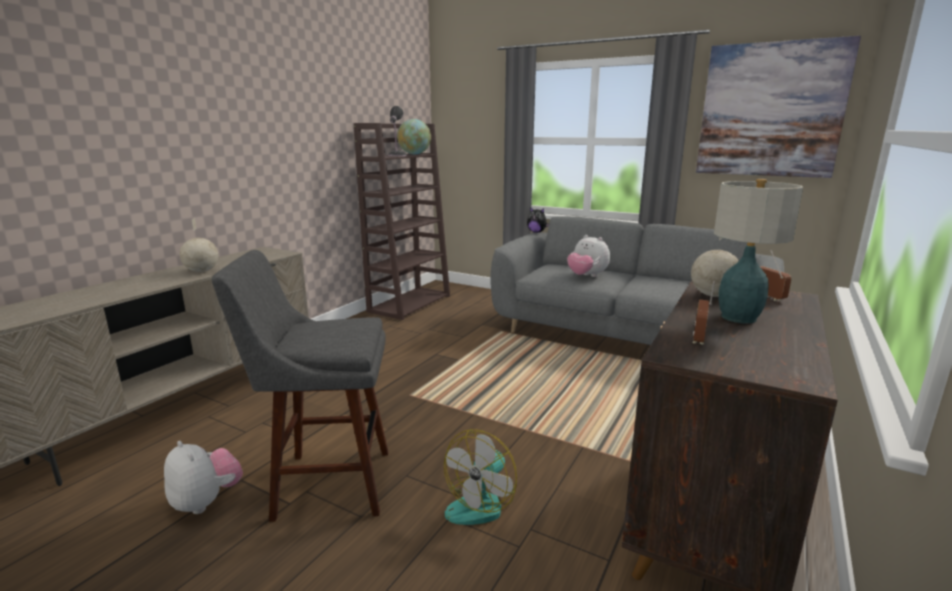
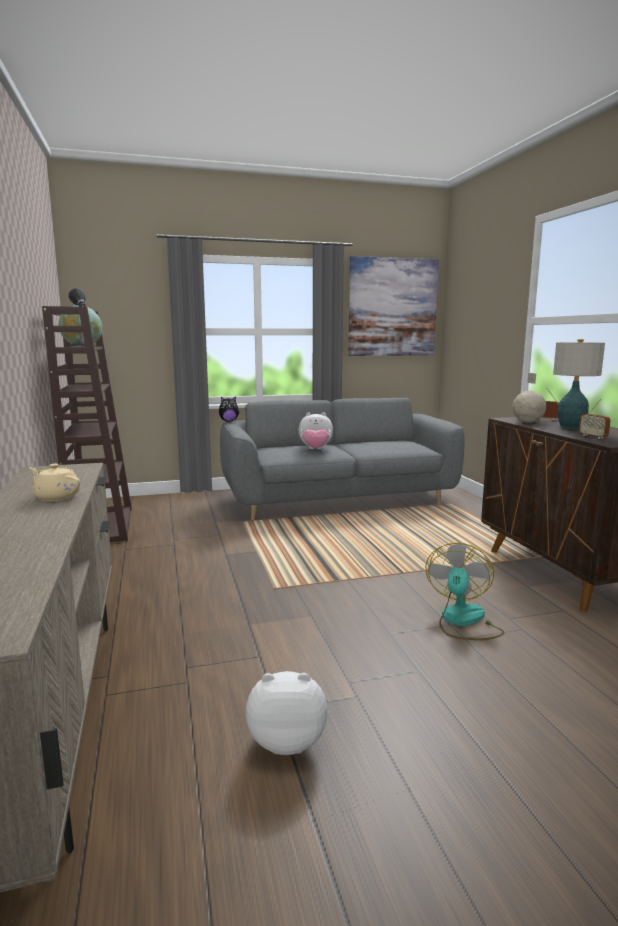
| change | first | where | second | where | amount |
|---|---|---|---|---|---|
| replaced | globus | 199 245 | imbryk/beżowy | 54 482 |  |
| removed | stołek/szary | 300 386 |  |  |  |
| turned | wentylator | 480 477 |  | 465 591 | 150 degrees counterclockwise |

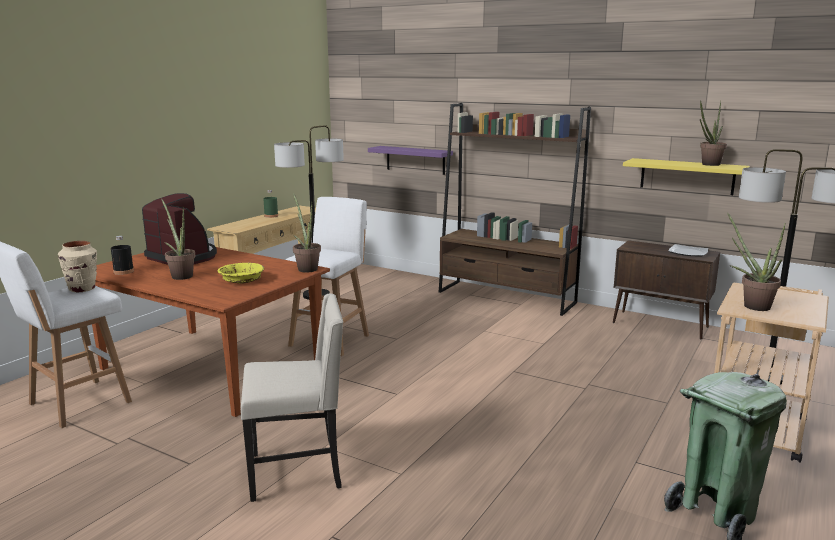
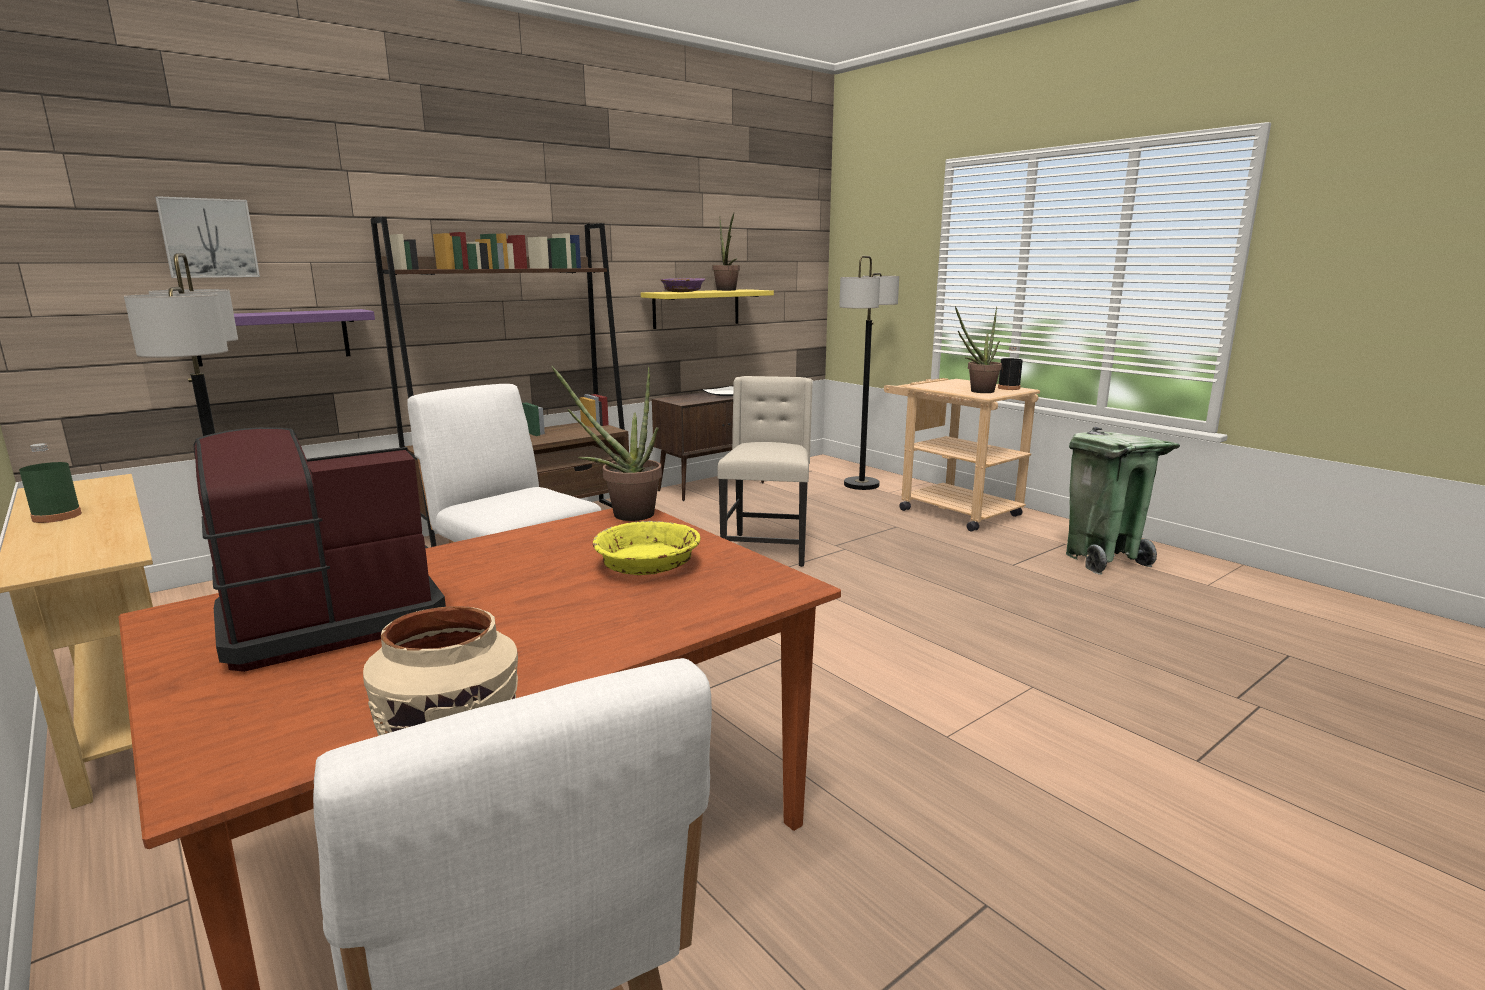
| change | first | where | second | where | amount |
|---|---|---|---|---|---|
| removed | roślina doniczkowa | 178 239 |  |  |  |
| moved | butelka/czarny | 122 255 |  | 1010 368 |  |
| moved | krzesło/beżowy | 292 398 |  | 765 471 |  |
| added |  |  | obraz | 207 237 |  |
| added |  |  | miska/fioletowy | 683 285 |  |

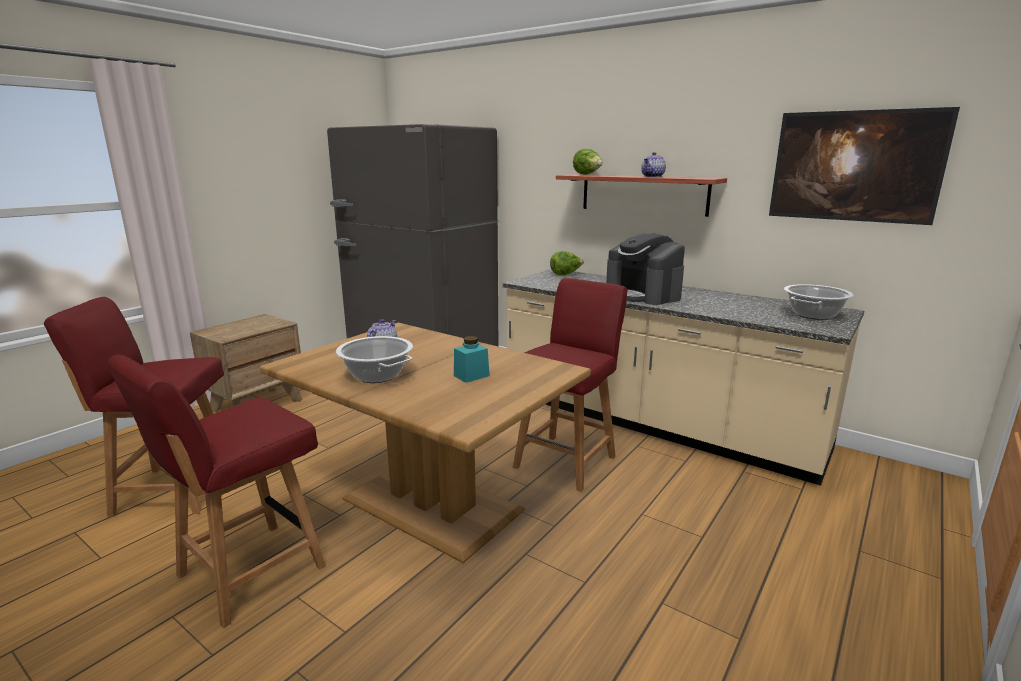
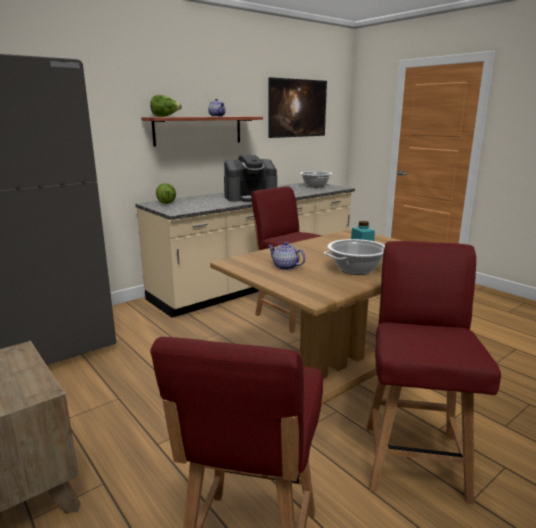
| change | first | where | second | where | amount |
|---|---|---|---|---|---|
| turned | krzesło/czerwony | 216 491 |  | 433 373 | 135 degrees counterclockwise |

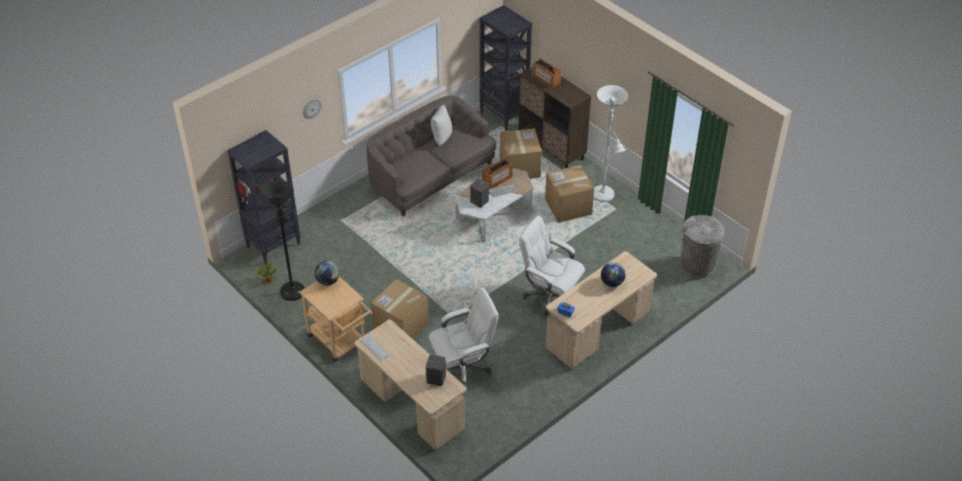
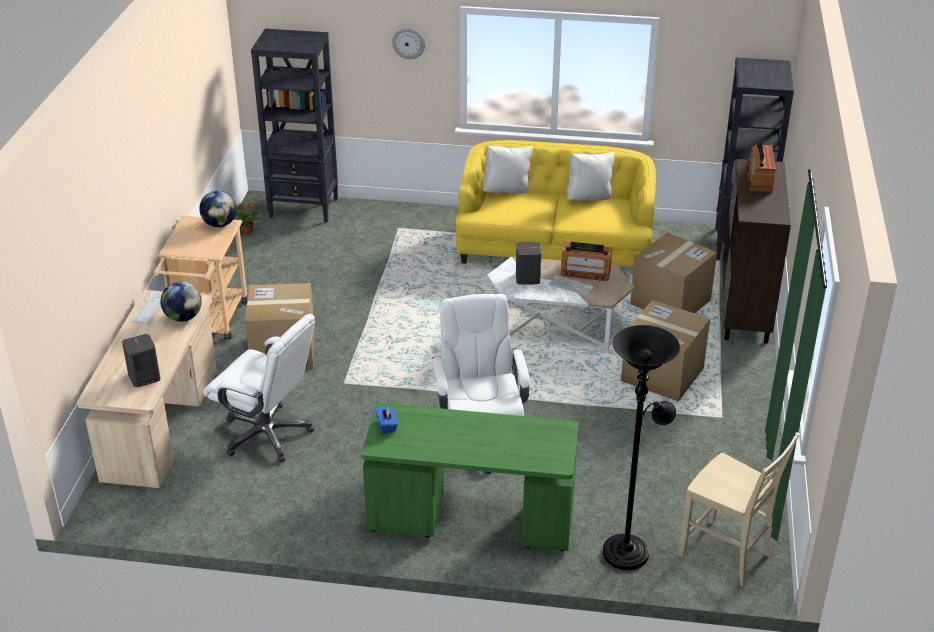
| change | first | where | second | where | amount |
|---|---|---|---|---|---|
| removed | lampa stojąca/biały | 611 143 |  |  |  |
| recoloured | kanapa/szary | 431 156 | kanapa/żółty | 555 203 |  |
| moved | lampa stojąca/czarny | 282 240 |  | 641 447 |  |
| replaced | kosz na śmieci/szary | 702 247 | krzesło/beżowy | 738 509 |  |
| recoloured | biurko/beżowy | 601 310 | biurko/zielony | 470 477 |  |
| moved | globus | 613 274 |  | 181 302 |  |
| added |  |  | poduszka/biały | 508 169 |  |

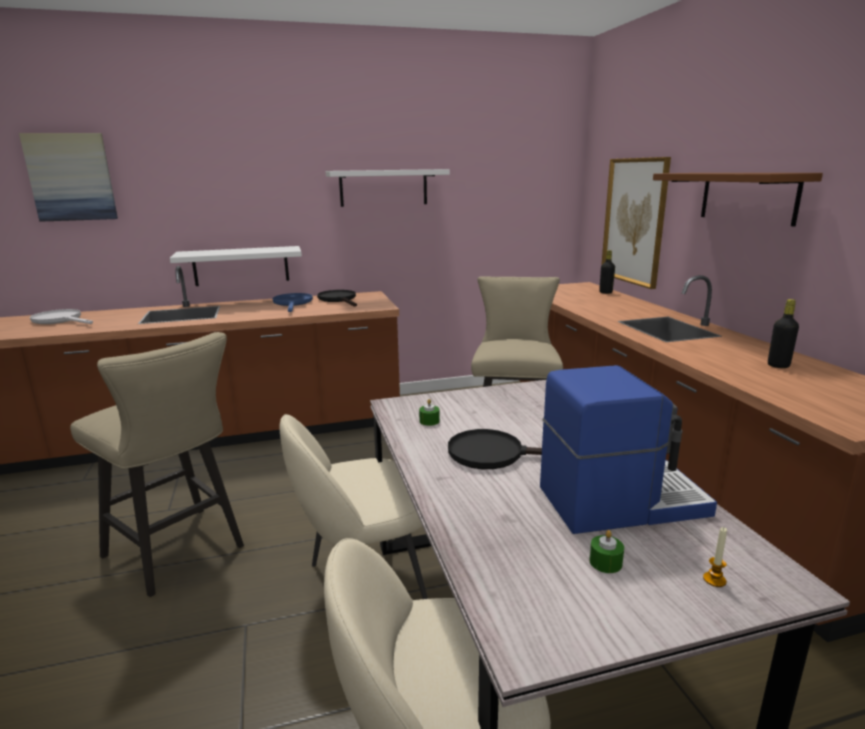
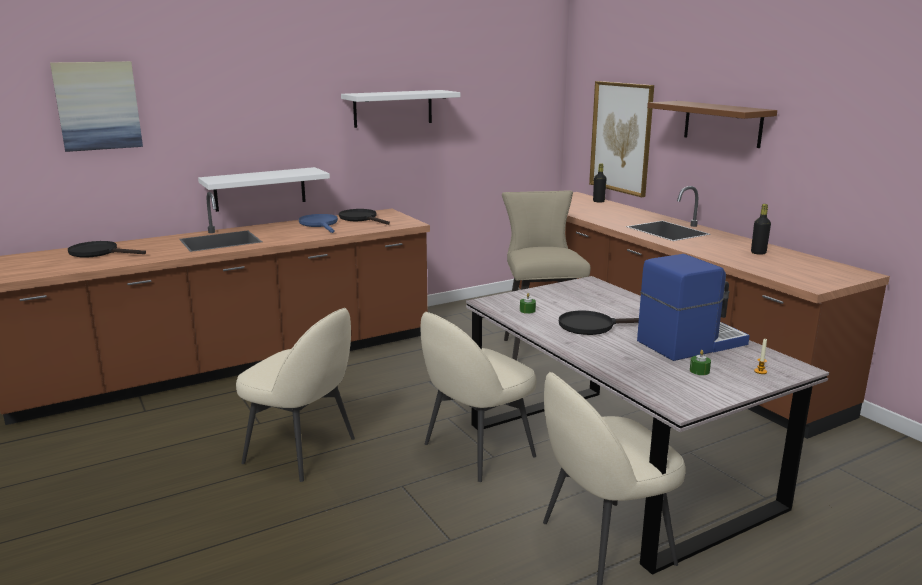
| change | first | where | second | where | amount |
|---|---|---|---|---|---|
| recoloured | patelnia/biały | 61 316 | patelnia/czarny | 107 249 |  |
| replaced | stołek/beżowy | 157 464 | krzesło/beżowy | 295 395 |  |

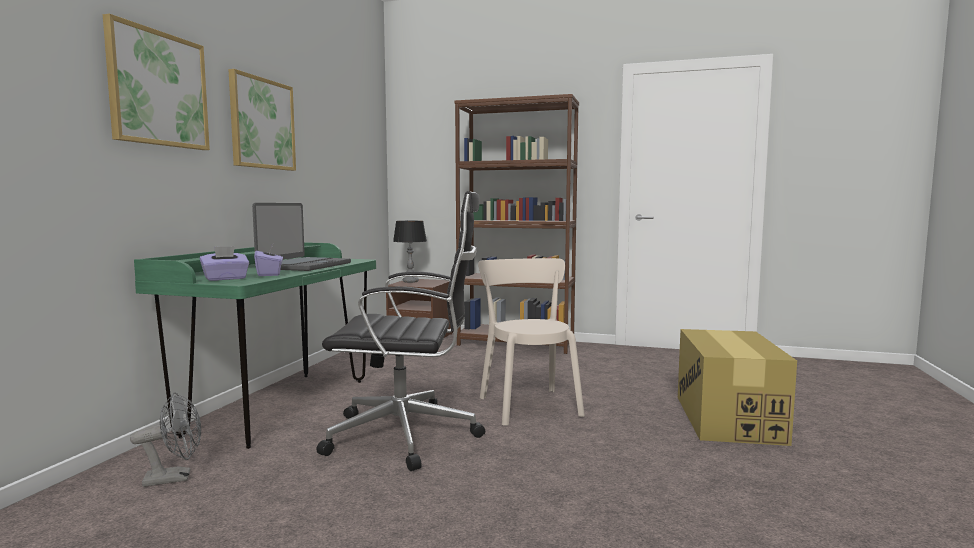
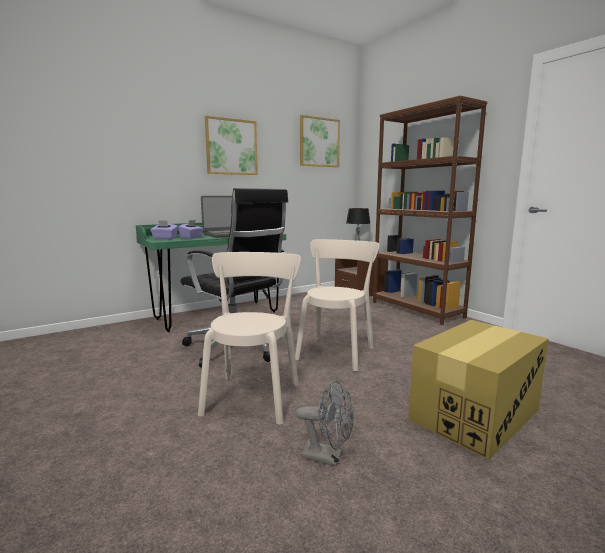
| change | first | where | second | where | amount |
|---|---|---|---|---|---|
| moved | obraz | 156 82 |  | 320 141 |  |
| moved | wentylator/szary | 165 439 |  | 325 423 |  |
| added |  |  | krzesło/beżowy | 249 338 |  |

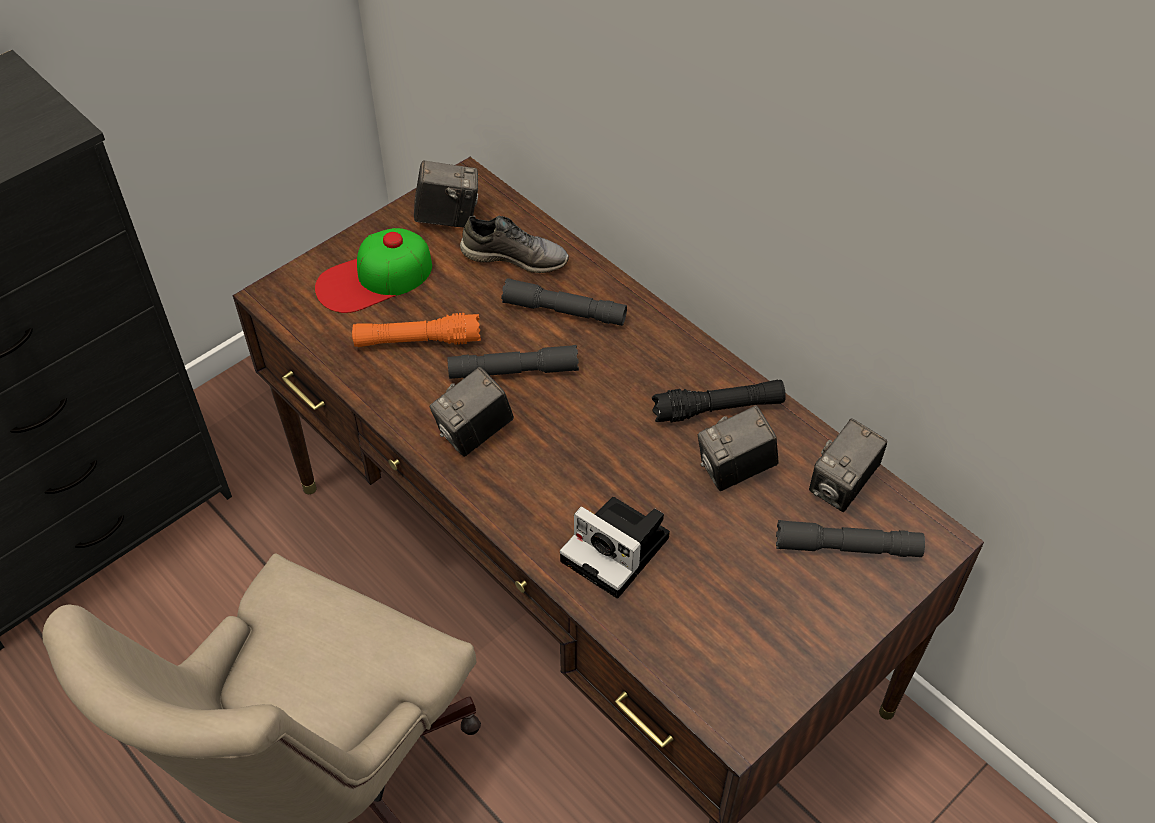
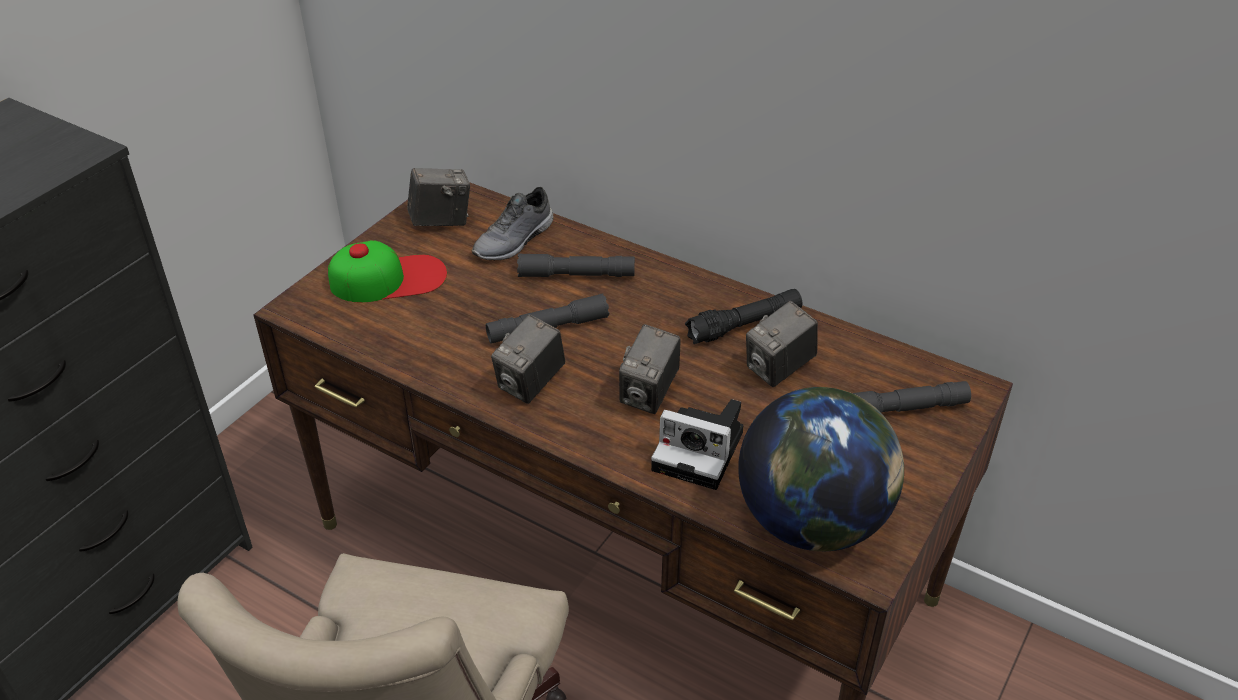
| change | first | where | second | where | amount |
|---|---|---|---|---|---|
| turned | but/szary | 514 244 |  | 513 223 | 135 degrees clockwise |
| turned | czapka z daszkiem | 373 270 |  | 387 271 | 150 degrees counterclockwise |
| removed | latarka/pomarańczowy | 416 330 |  |  |  |
| moved | aparat fotograficzny | 848 465 |  | 649 369 |  |
| added |  |  | globus | 821 469 |  |

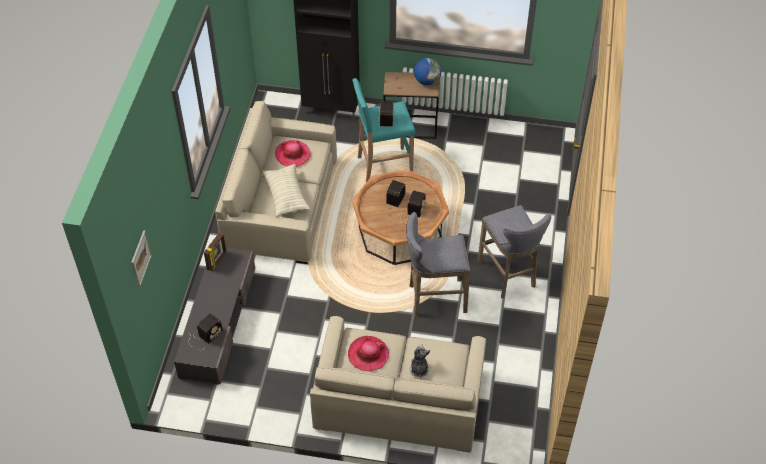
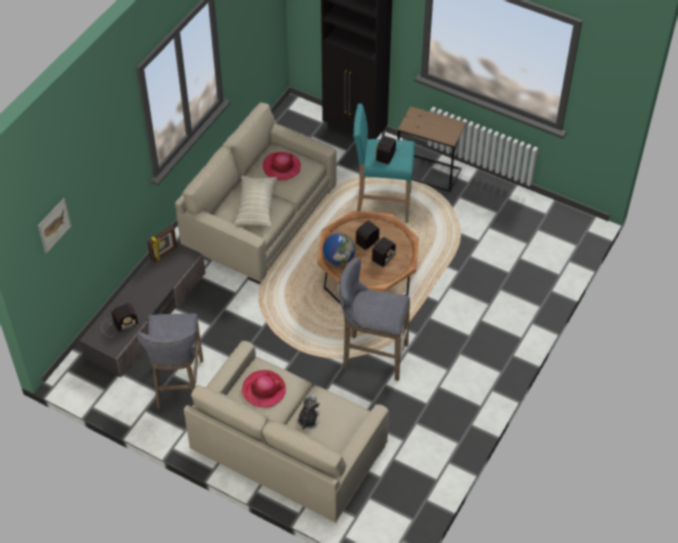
| change | first | where | second | where | amount |
|---|---|---|---|---|---|
| moved | globus | 428 71 |  | 339 249 |  |
| moved | stołek/szary | 514 251 |  | 170 361 |  |

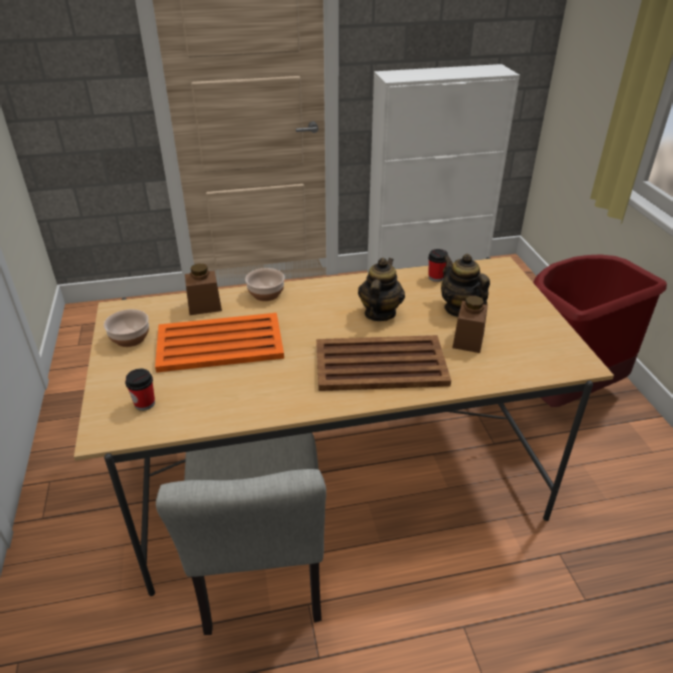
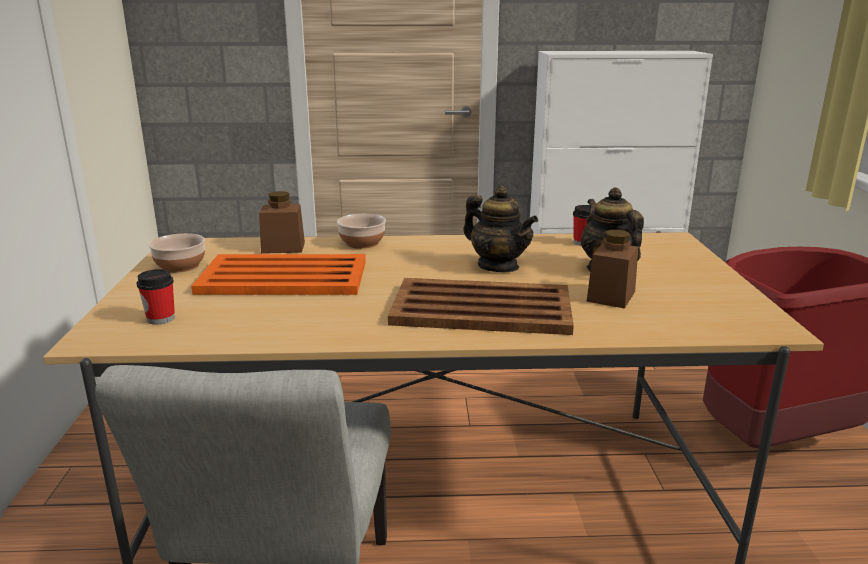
| change | first | where | second | where | amount |
|---|---|---|---|---|---|
| turned | imbryk | 381 289 |  | 501 229 | 105 degrees clockwise |

